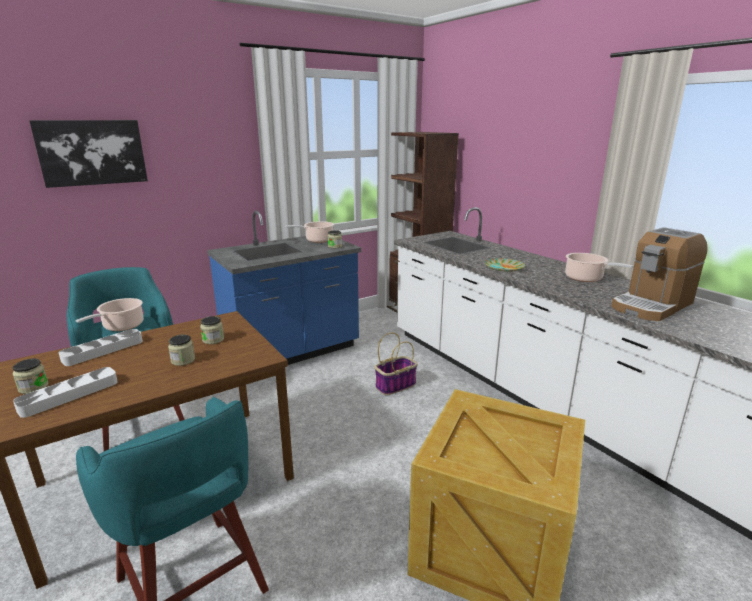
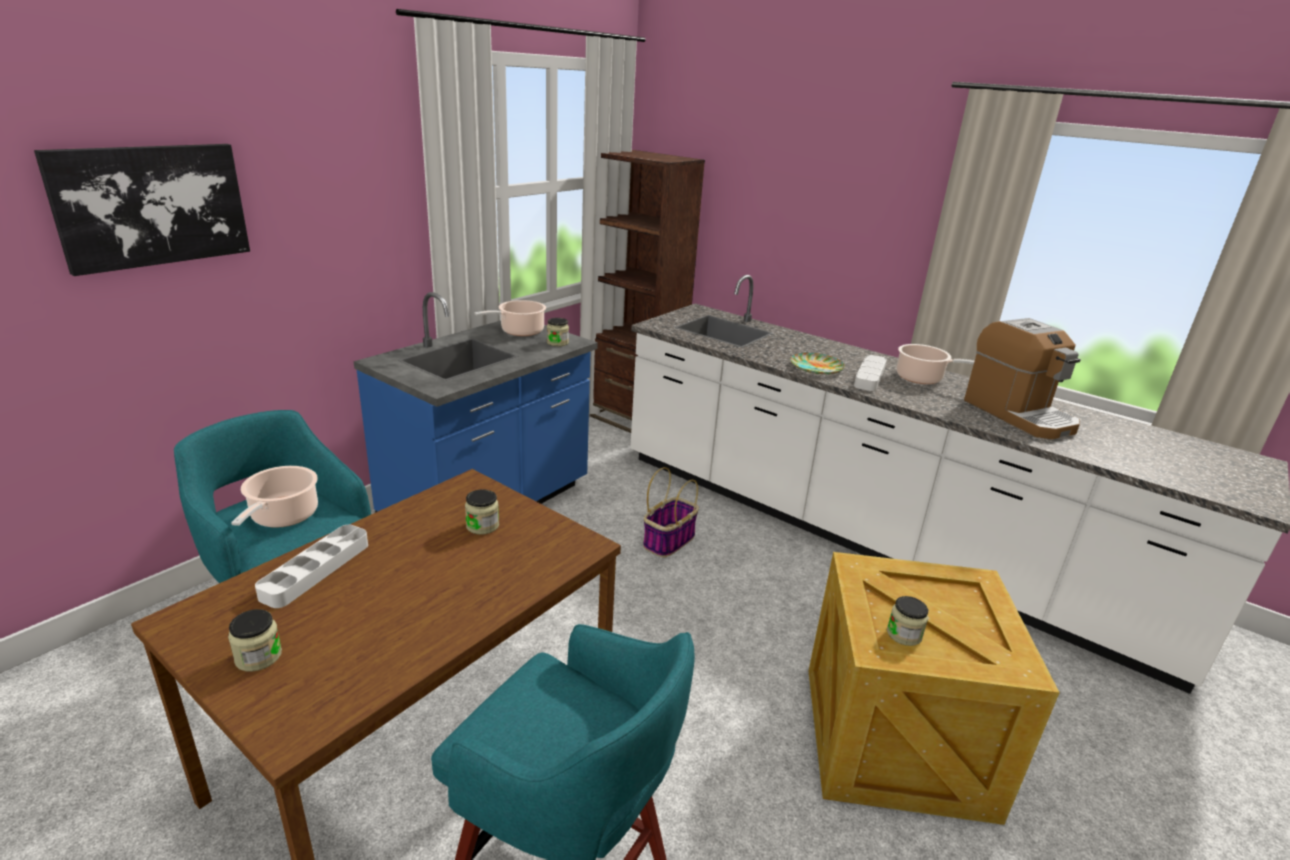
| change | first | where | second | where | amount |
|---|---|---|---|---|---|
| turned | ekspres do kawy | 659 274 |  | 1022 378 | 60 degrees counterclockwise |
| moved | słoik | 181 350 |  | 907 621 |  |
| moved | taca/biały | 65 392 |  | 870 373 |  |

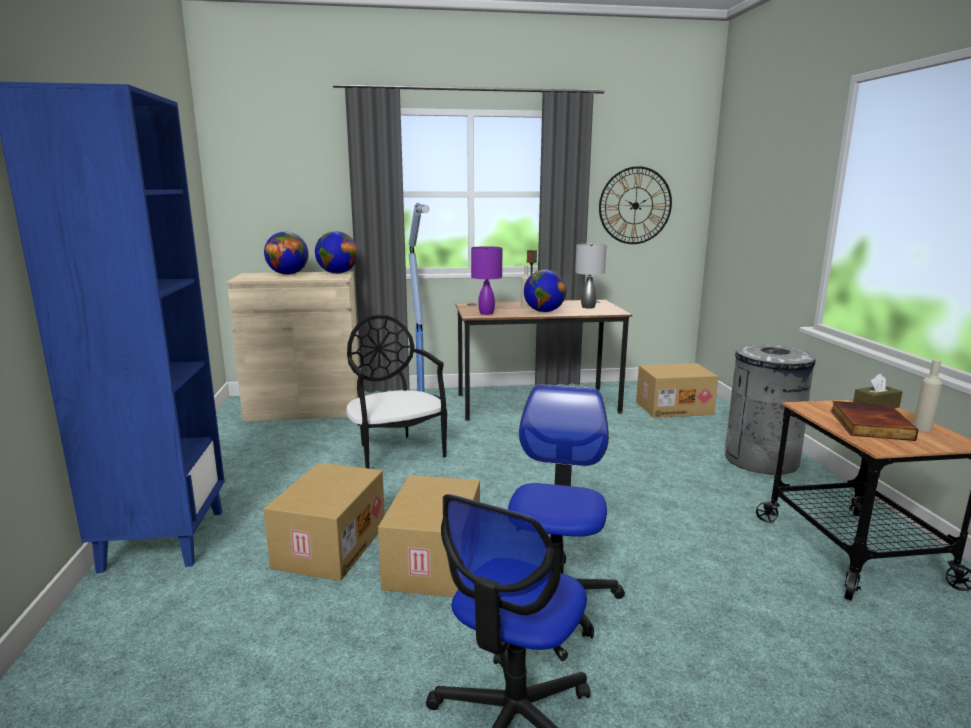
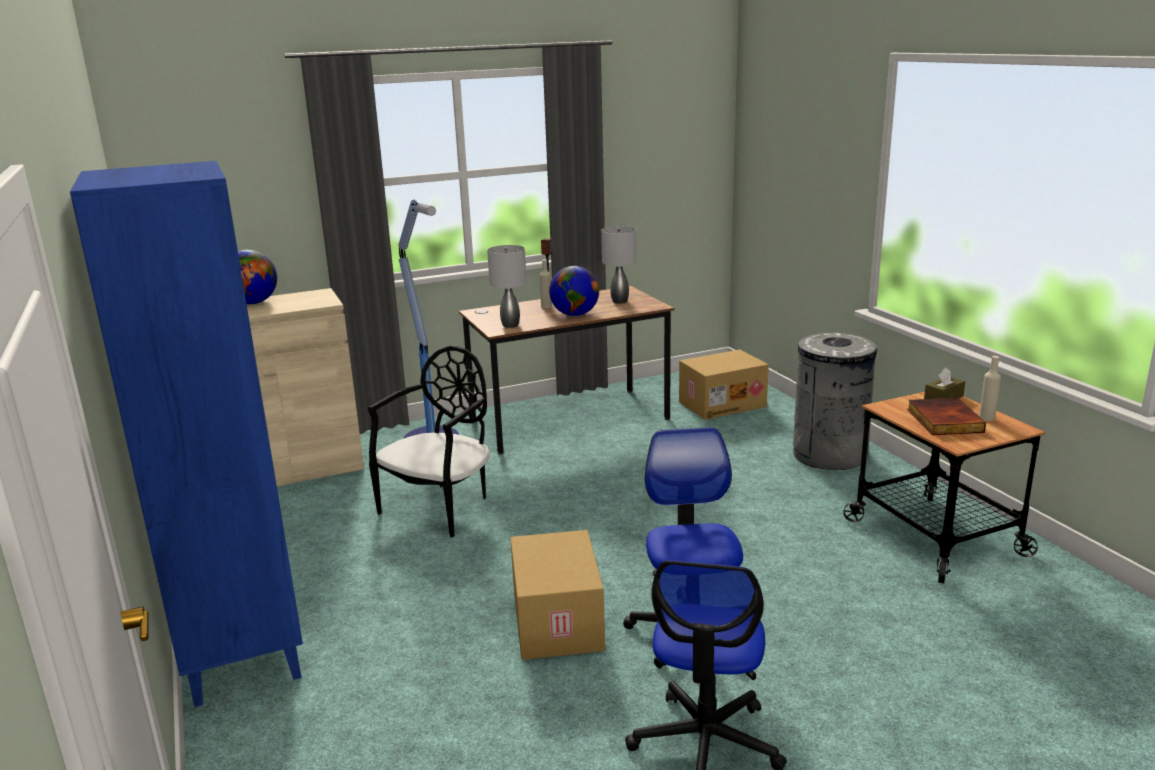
| change | first | where | second | where | amount |
|---|---|---|---|---|---|
| removed | zegar ścienny | 635 205 |  |  |  |
| removed | globus | 336 252 |  |  |  |
| recoloured | lampa stołowa/fioletowy | 487 280 | lampa stołowa/szary | 507 286 |  |
| turned | krzesło/czarny | 396 392 |  | 429 441 | 75 degrees clockwise |
| removed | karton | 324 522 |  |  |  |

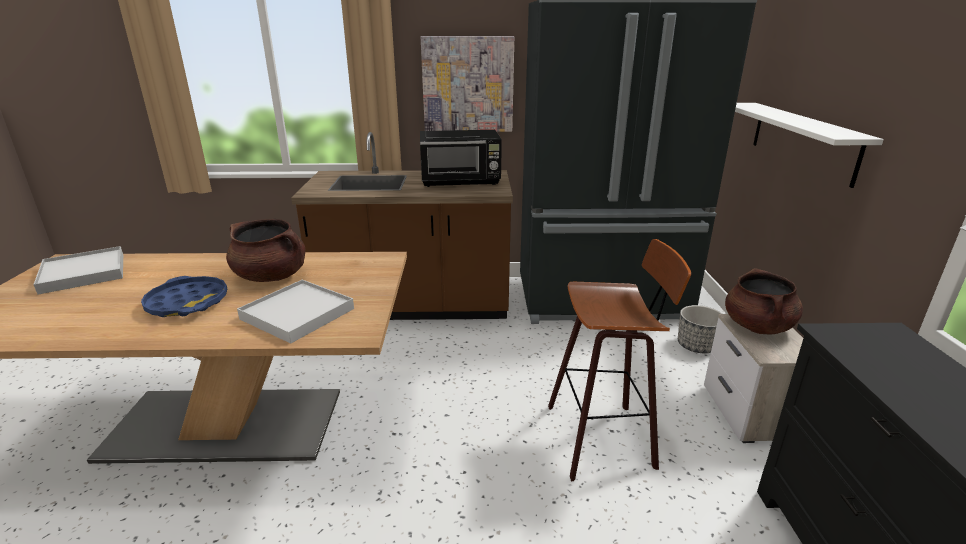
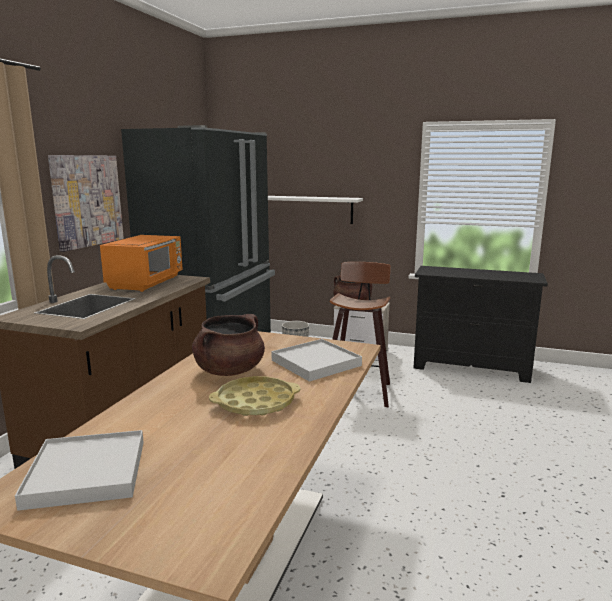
| change | first | where | second | where | amount |
|---|---|---|---|---|---|
| recoloured | mikrofalówka/czarny | 461 158 | mikrofalówka/pomarańczowy | 141 263 |  |
| recoloured | taca/niebieski | 184 296 | taca/żółty | 255 396 |  |

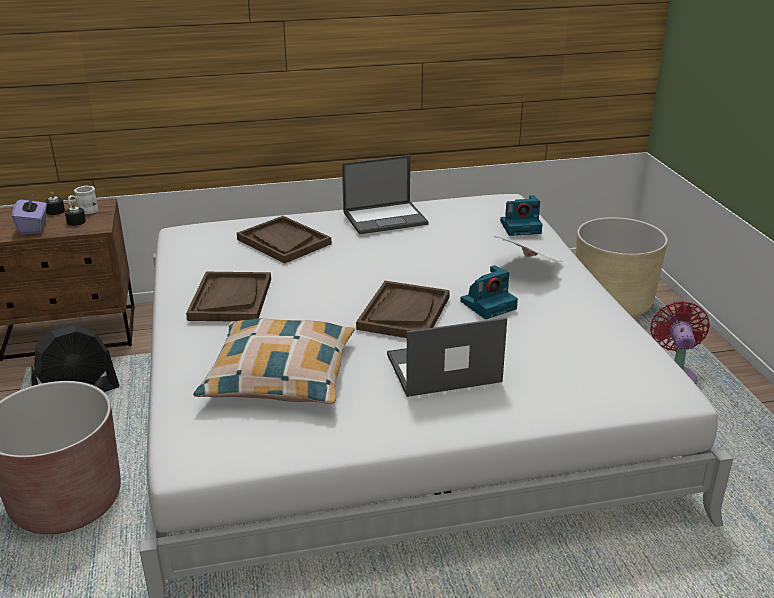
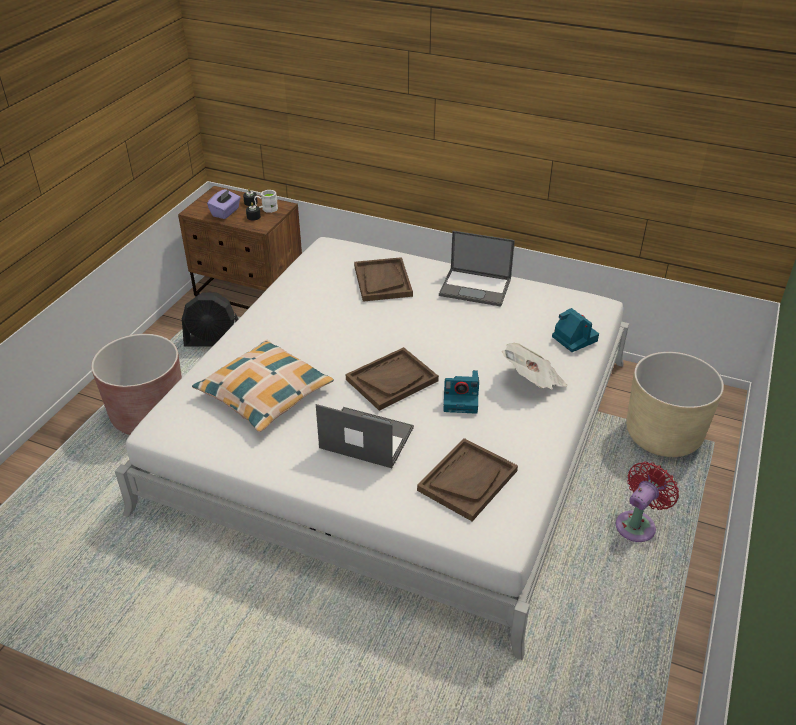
| change | first | where | second | where | amount |
|---|---|---|---|---|---|
| turned | aparat fotograficzny | 521 215 |  | 575 330 | 150 degrees counterclockwise |
| moved | taca/brązowy | 228 296 |  | 467 480 |  |

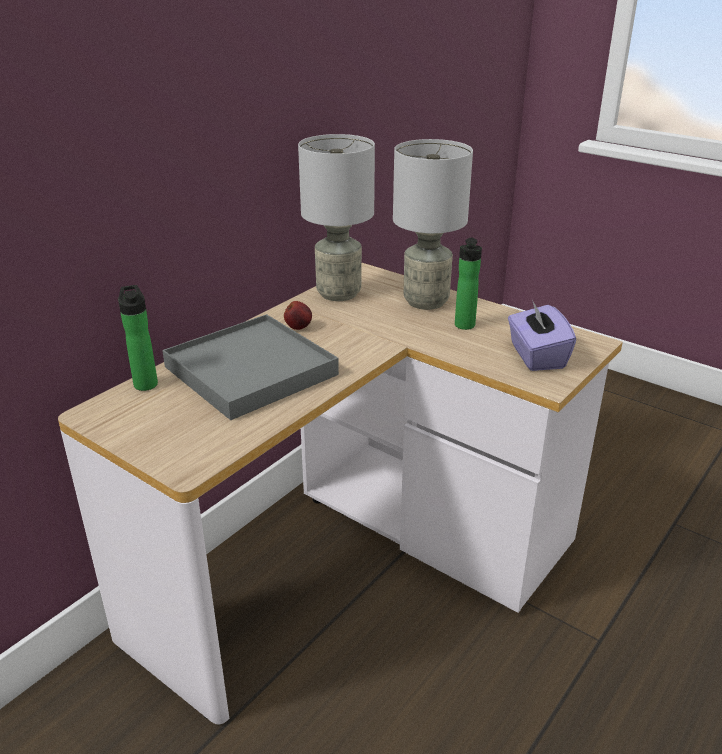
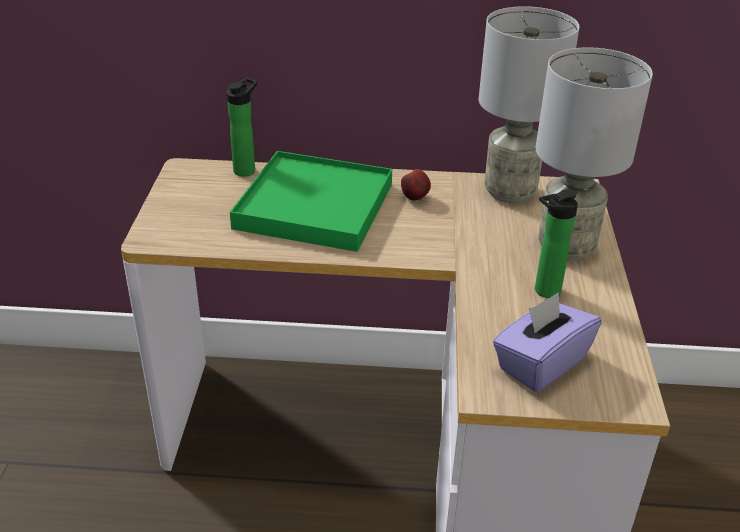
| change | first | where | second | where | amount |
|---|---|---|---|---|---|
| recoloured | taca/szary | 250 367 | taca/zielony | 311 201 |  |

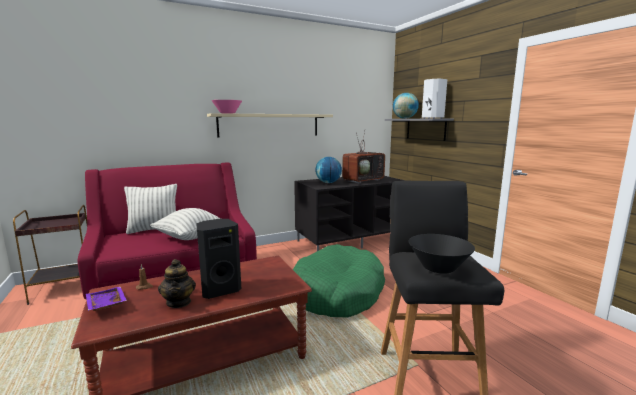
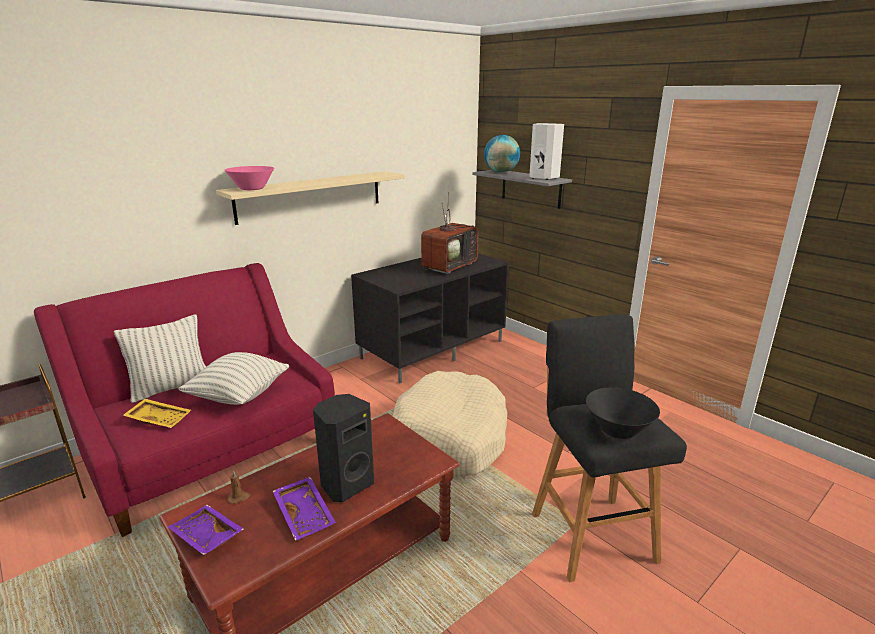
| change | first | where | second | where | amount |
|---|---|---|---|---|---|
| removed | globus | 328 170 |  |  |  |
| recoloured | legowisko/zielony | 339 280 | legowisko/beżowy | 450 424 |  |
| replaced | imbryk | 177 283 | taca/fioletowy | 304 509 |  |
| added |  |  | taca/żółty | 157 413 |  |

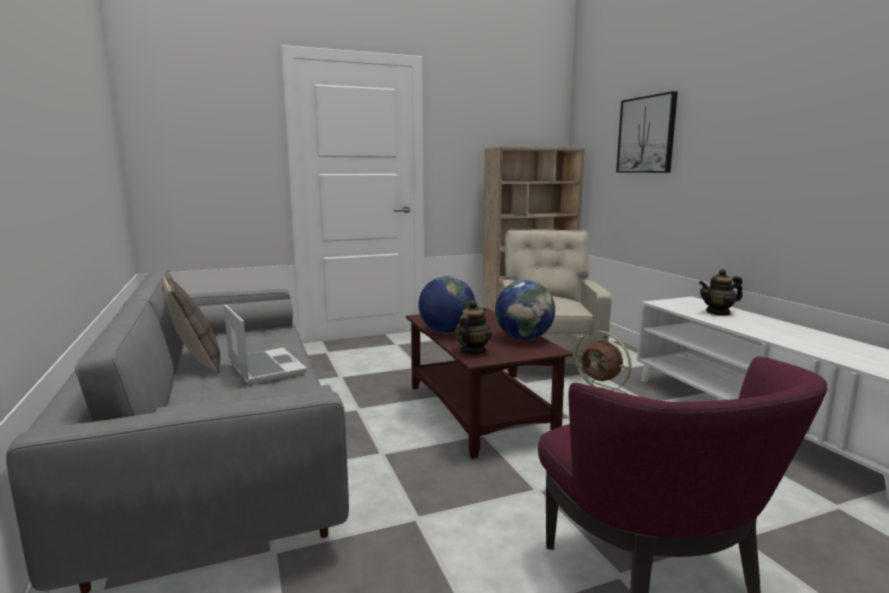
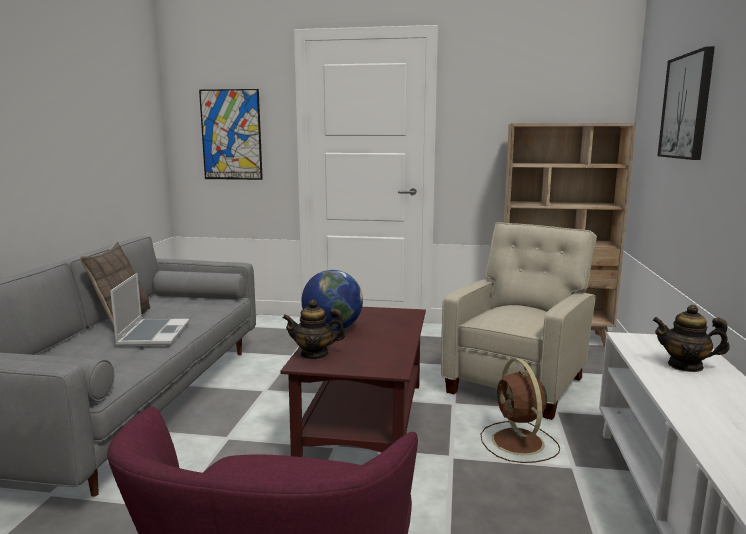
| change | first | where | second | where | amount |
|---|---|---|---|---|---|
| removed | globus | 525 310 |  |  |  |
| turned | imbryk | 473 327 |  | 314 330 | 150 degrees counterclockwise |
| added |  |  | obraz | 231 134 |  |

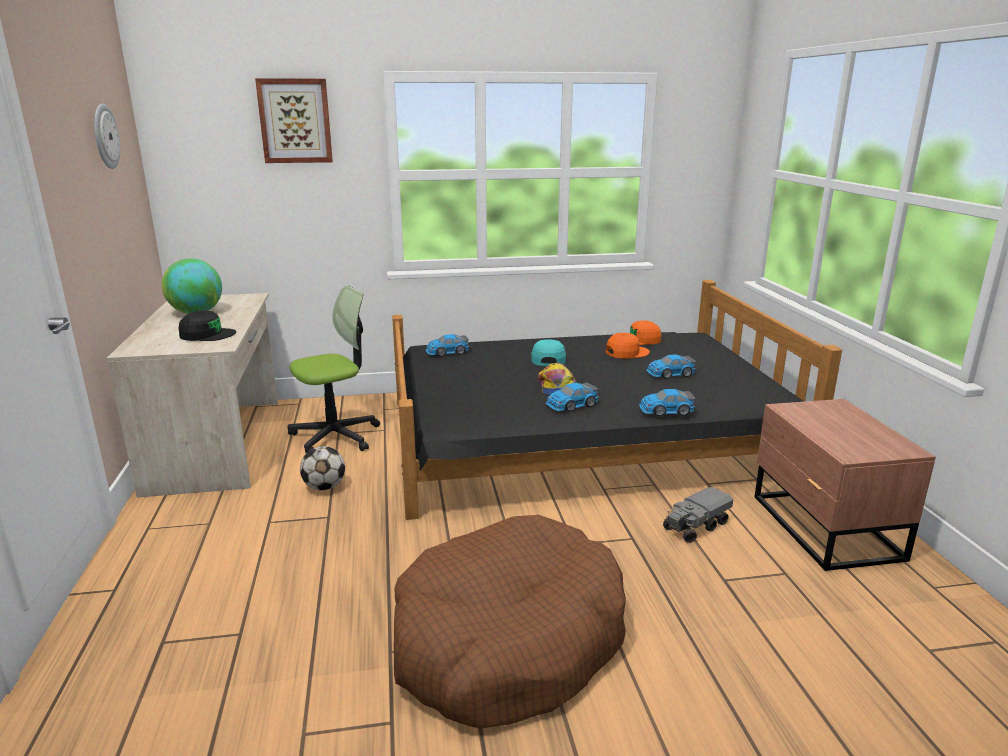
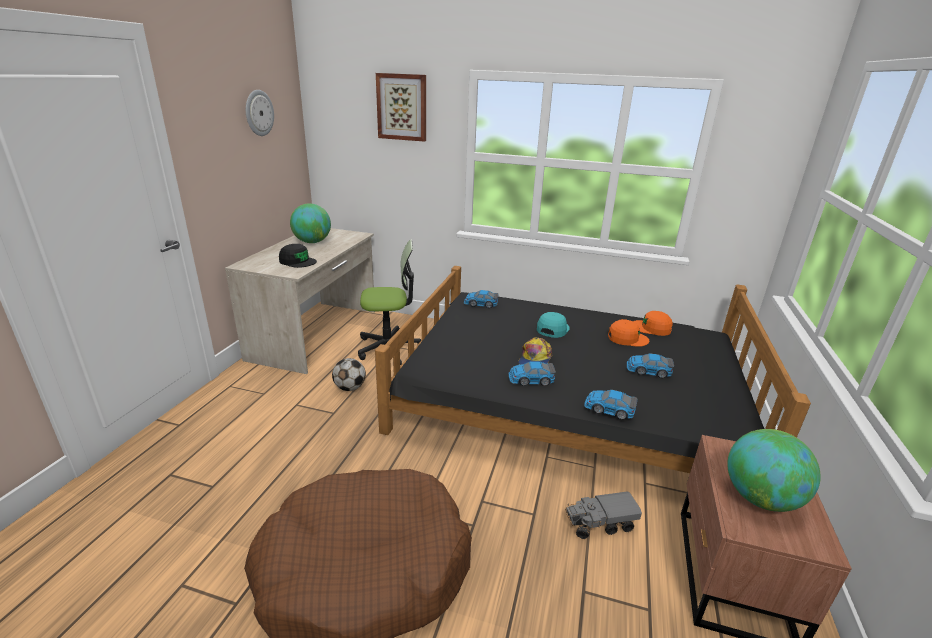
| change | first | where | second | where | amount |
|---|---|---|---|---|---|
| added |  |  | globus | 774 470 |  |

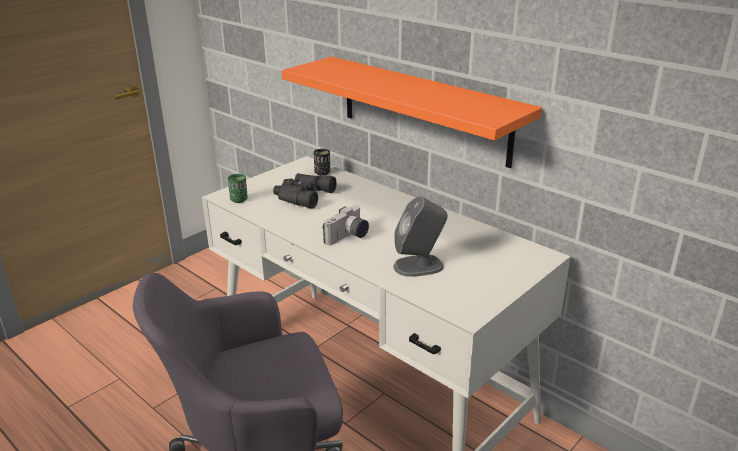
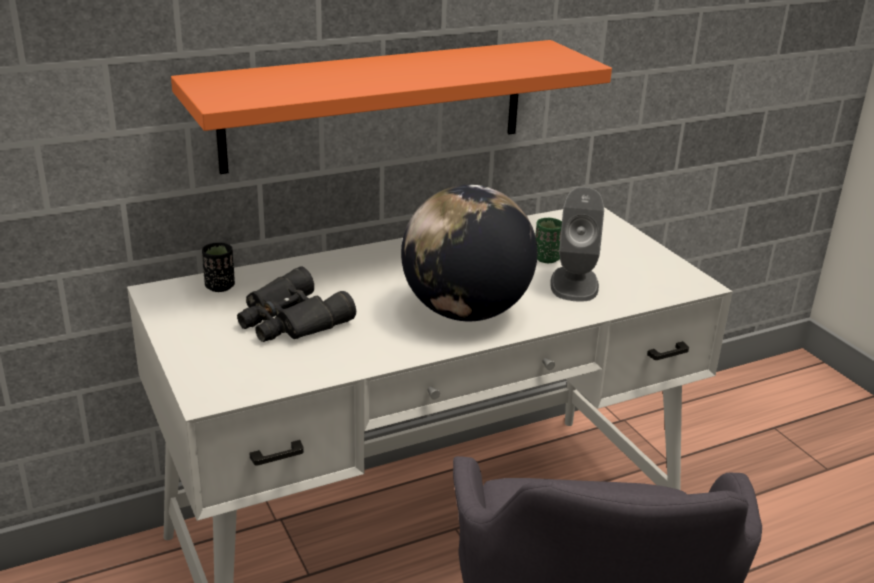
| change | first | where | second | where | amount |
|---|---|---|---|---|---|
| moved | filiżanka/zielony | 237 188 |  | 548 240 |  |
| replaced | aparat fotograficzny | 345 225 | globus | 469 253 |  |

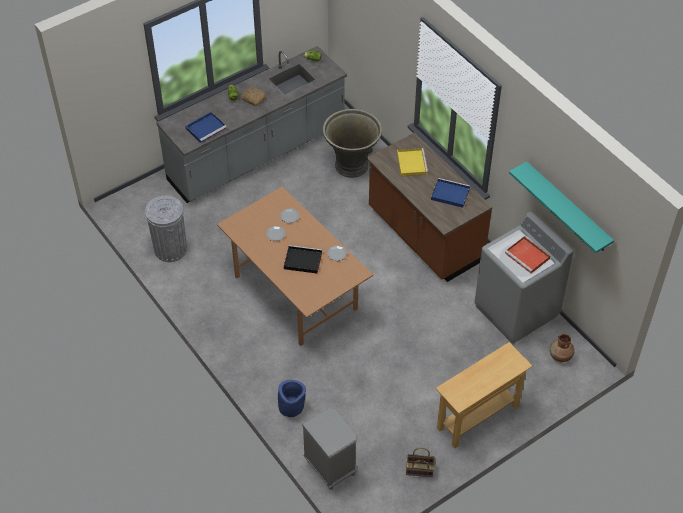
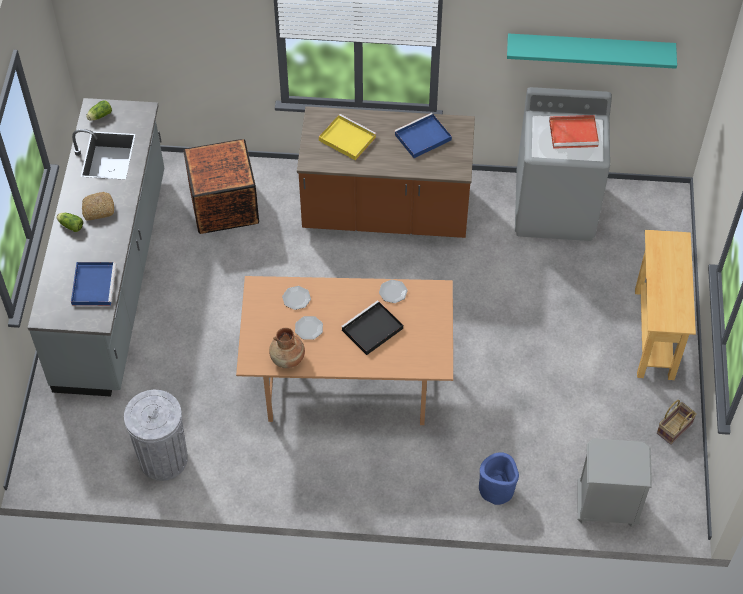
| change | first | where | second | where | amount |
|---|---|---|---|---|---|
| replaced | donica/szary | 352 143 | skrzynka | 221 186 |  |
| moved | wazon/brązowy | 562 348 |  | 287 348 |  |

